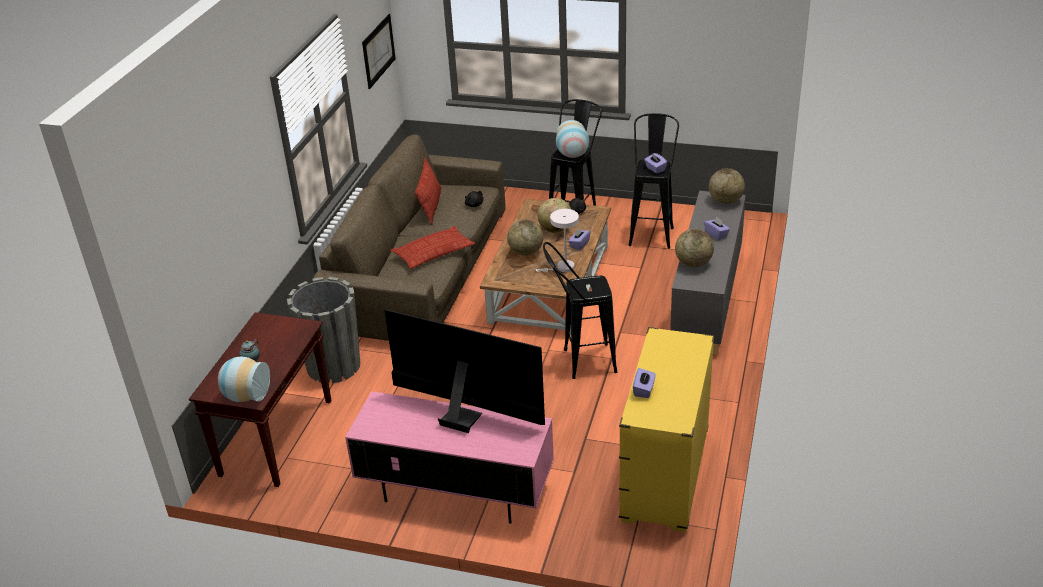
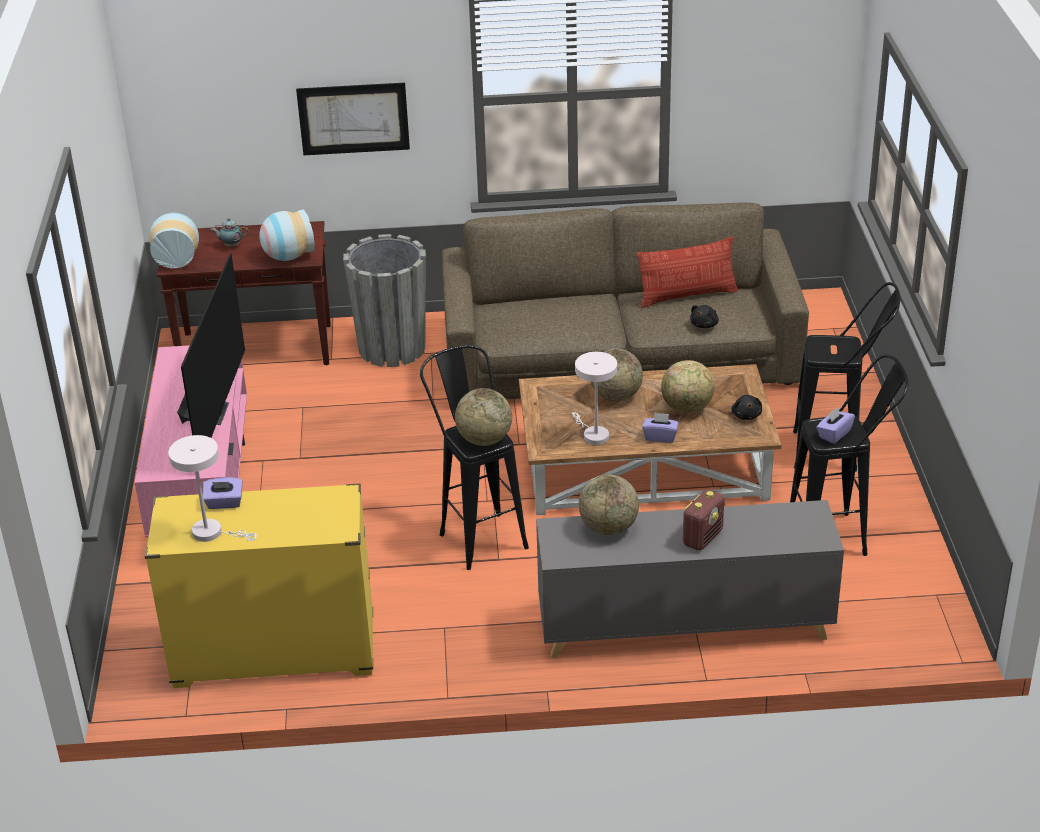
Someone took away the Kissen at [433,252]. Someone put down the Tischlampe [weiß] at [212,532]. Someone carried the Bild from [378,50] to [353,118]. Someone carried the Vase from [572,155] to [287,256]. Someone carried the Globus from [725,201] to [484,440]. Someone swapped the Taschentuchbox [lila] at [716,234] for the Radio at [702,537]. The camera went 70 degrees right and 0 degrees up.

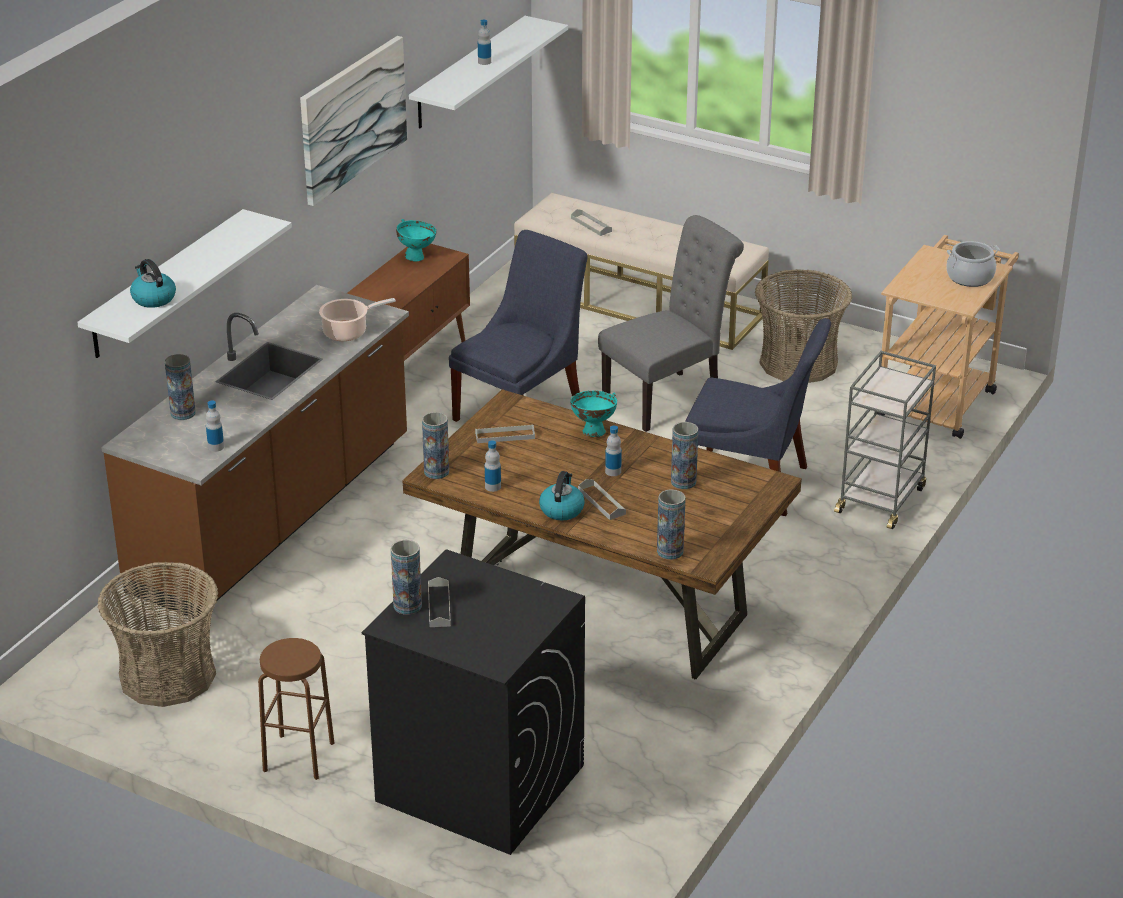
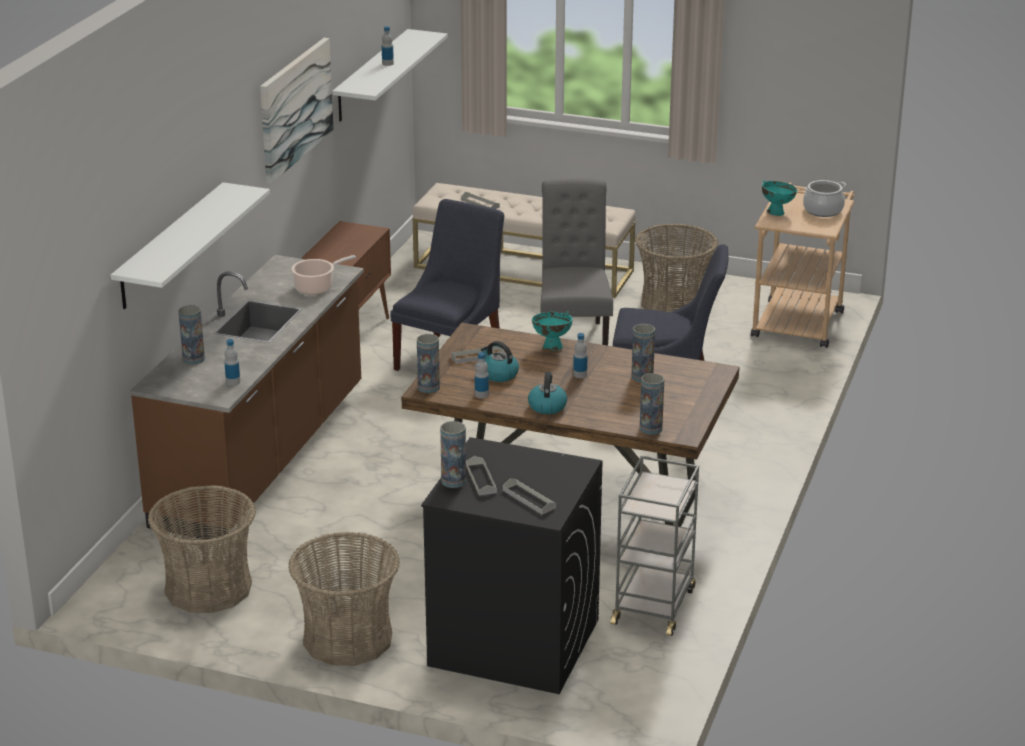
Someone carried the Wasserkessel from [153,298] to [499,374]. Someone carried the Schüssel [türkis] from [416,257] to [777,212]. Someone carried the Tablett [grau] from [601,502] to [529,499]. Someone carried the Rollwagen [grau] from [880,499] to [653,606]. Someone swapped the Hocker [braun] at [298,757] for the Korb at [347,639]. Someone rotated the Stuhl [grau] at [668,398] by 45 degrees counterclockwise. The camera went 10 degrees left and 5 degrees down.

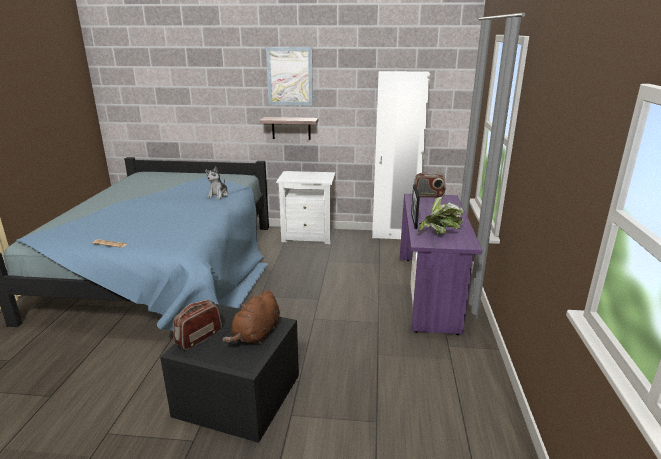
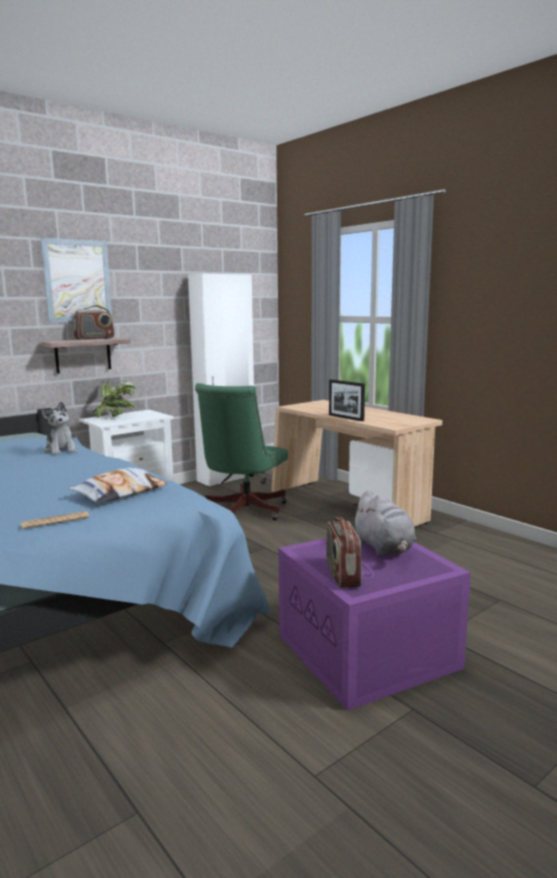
Someone put down the Kissen at [120,493]. Someone put down the Bürostuhl [grün] at [243,511]. Someone carried the Radio from [428,196] to [94,339]. Someone carried the Topfpflanze from [439,234] to [115,418]. Someone repainted the Aufbewahrungsbox [schwarz] at [238,396], which became the Aufbewahrungsbox [lila] at [370,652]. Someone repainted the Plüschtier [braun] at [256,335], which became the Plüschtier [grau] at [384,548]. Someone repainted the Schreibtisch [lila] at [429,292], which became the Schreibtisch [beige] at [348,506]. The camera went 45 degrees left and 10 degrees down.

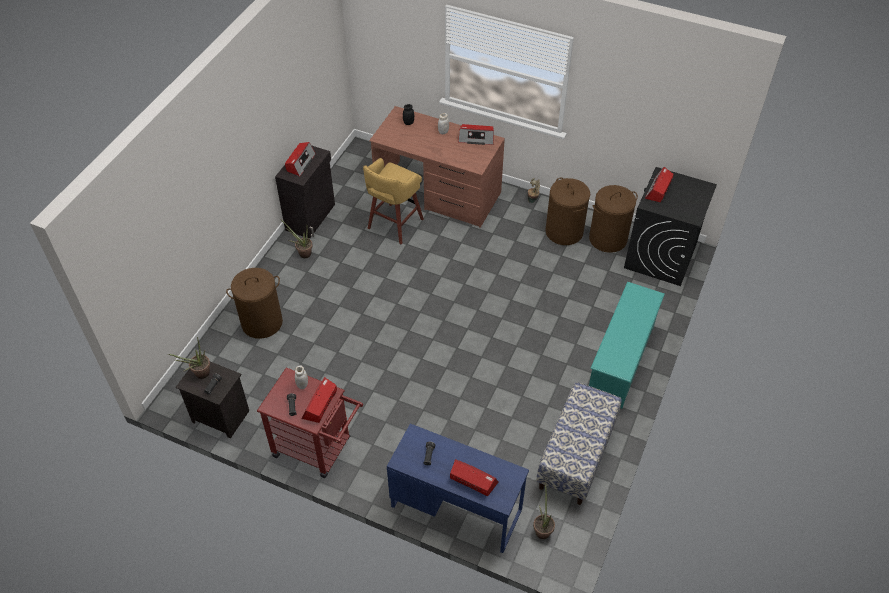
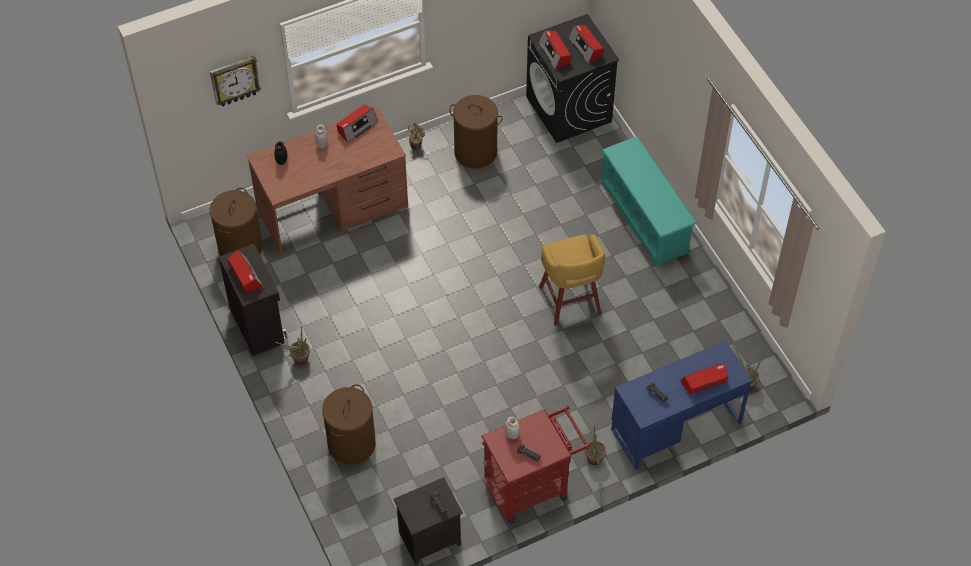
Someone took away the Bank at [576,456]. Someone put up the Wanduhr at [235,80]. Someone carried the Topfpflanze from [199,374] to [594,462]. Someone carried the Radio from [320,404] to [586,47]. Someone carried the Hocker [gelb] from [394,225] to [570,302]. Someone carried the Wäschekorb [braun] from [608,238] to [240,247]. The camera went 50 degrees left and 5 degrees up.

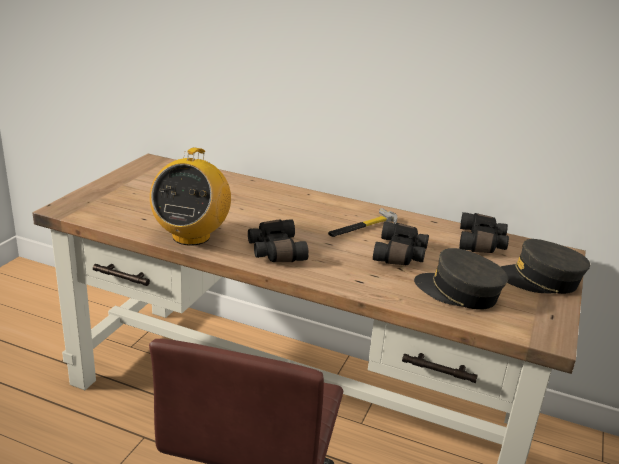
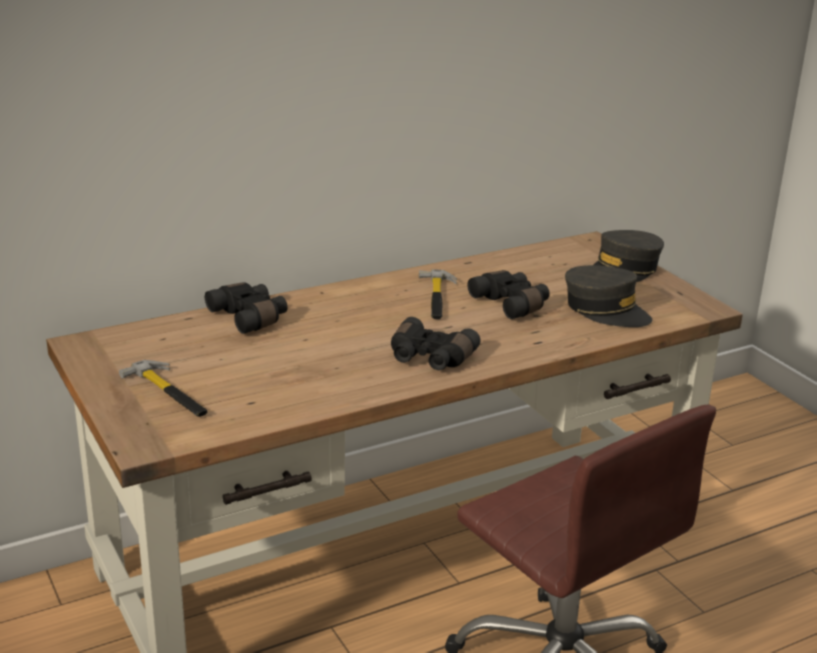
Someone took away the Radio at [191,236]. Someone put down the Hammer at [170,393]. Someone carried the Fernglas [schwarz] from [482,243] to [250,317]. Someone rotated the Kappe [grau] at [458,292] by 120 degrees counterclockwise. The camera went 50 degrees left and 0 degrees up.

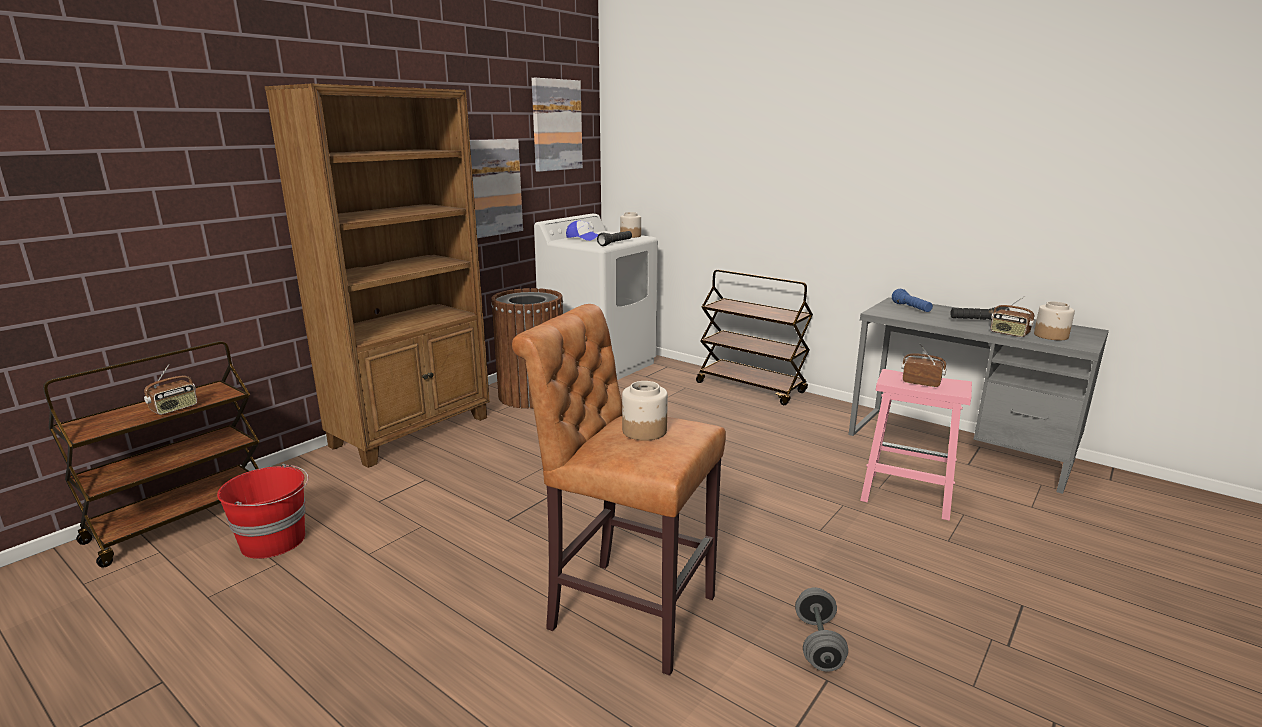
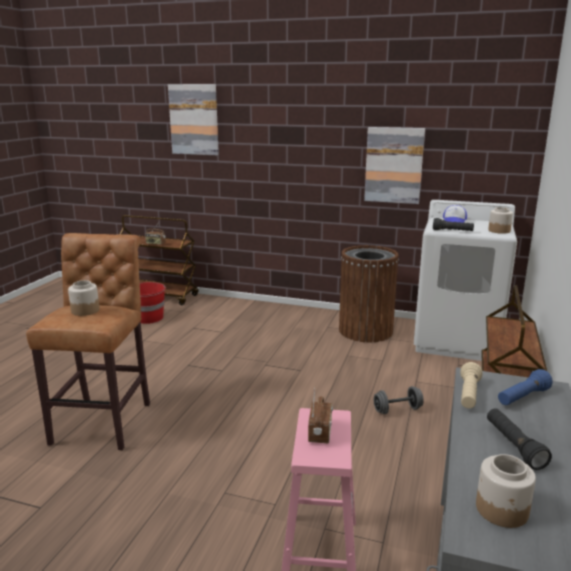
Someone took away the Bücherregal [braun] at [413,431]. Someone took away the Radio at [1009,333]. Someone put down the Taschenlampe [beige] at [468,395]. Someone carried the Bild from [556,125] to [194,119]. Someone carried the Hantel [grau] from [818,644] to [397,410]. The camera went 70 degrees right and 0 degrees up.

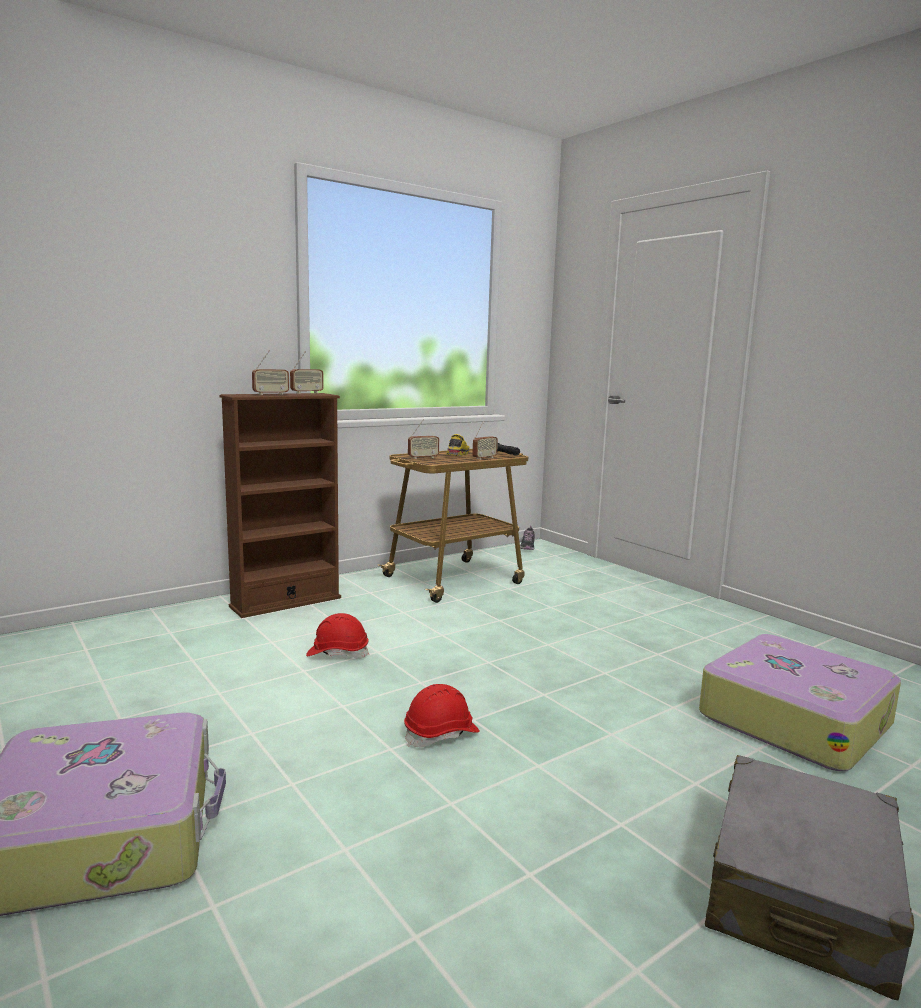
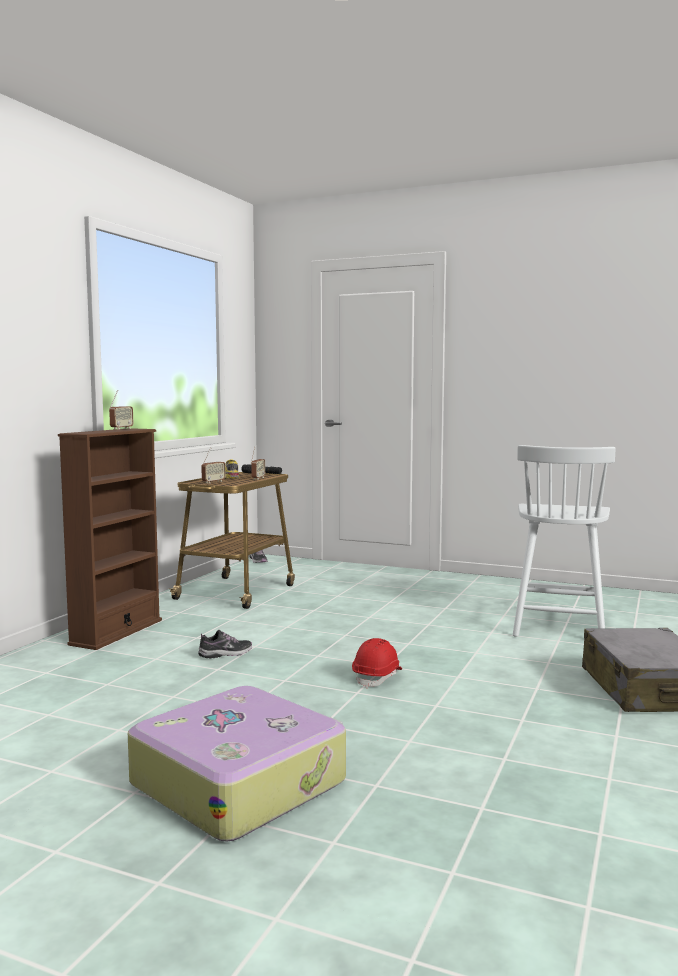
Someone took away the Radio at [271,394]. Someone swapped the Schutzhelm [rot] at [337,653] for the Schuh at [225,654]. Someone swapped the Koffer at [794,719] for the Stuhl [weiß] at [558,623]. The camera went 30 degrees left and 5 degrees down.

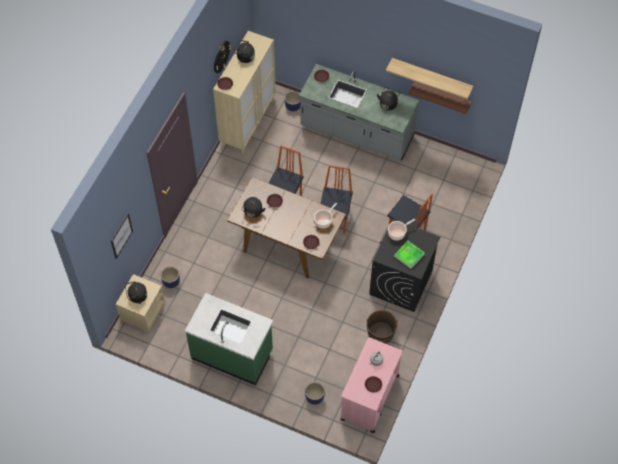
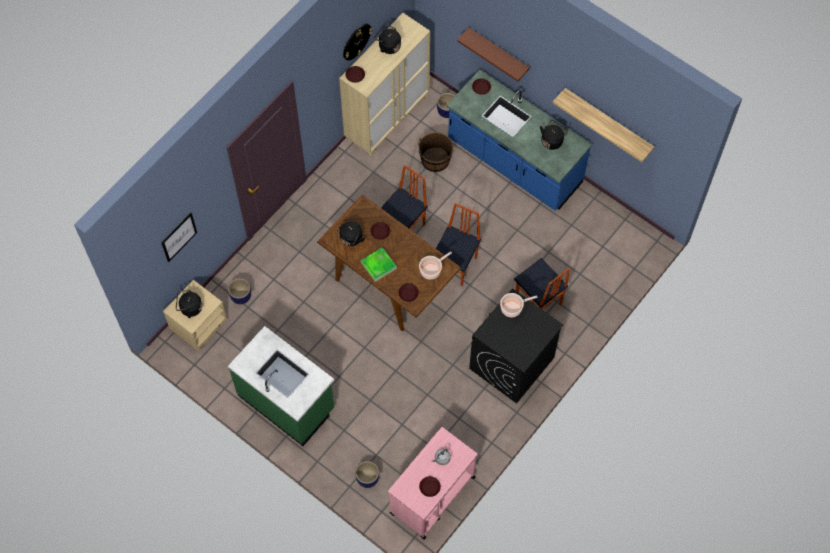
Someone carried the Eimer [braun] from [380,333] to [435,160]. Someone carried the Tablett from [409,255] to [378,265]. Someone carried the Wandregal [braun] from [442,96] to [498,53]. Someone repainted the Küchenzeile [grau] at [356,133], which became the Küchenzeile [blau] at [514,162]. The camera went 15 degrees right and 5 degrees up.

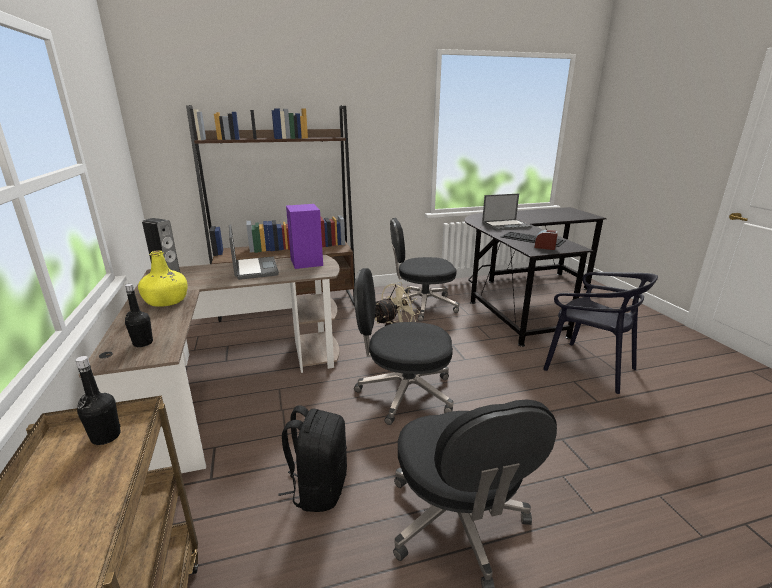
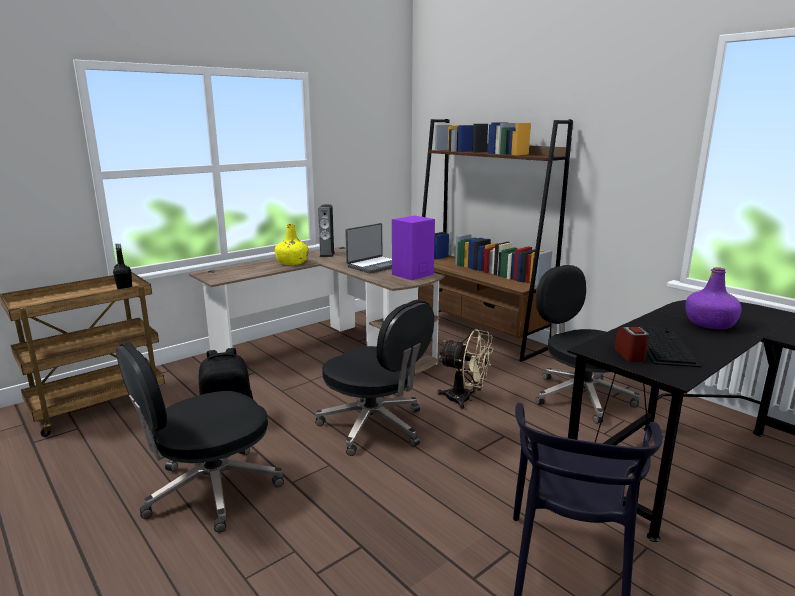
Someone took away the Flasche [schwarz] at [143,343]. Someone swapped the Laptop at [506,225] for the Flasche [lila] at [710,324]. Someone rotated the Bürostuhl [schwarz] at [403,393] by 150 degrees clockwise. The camera went 65 degrees right and 5 degrees down.

